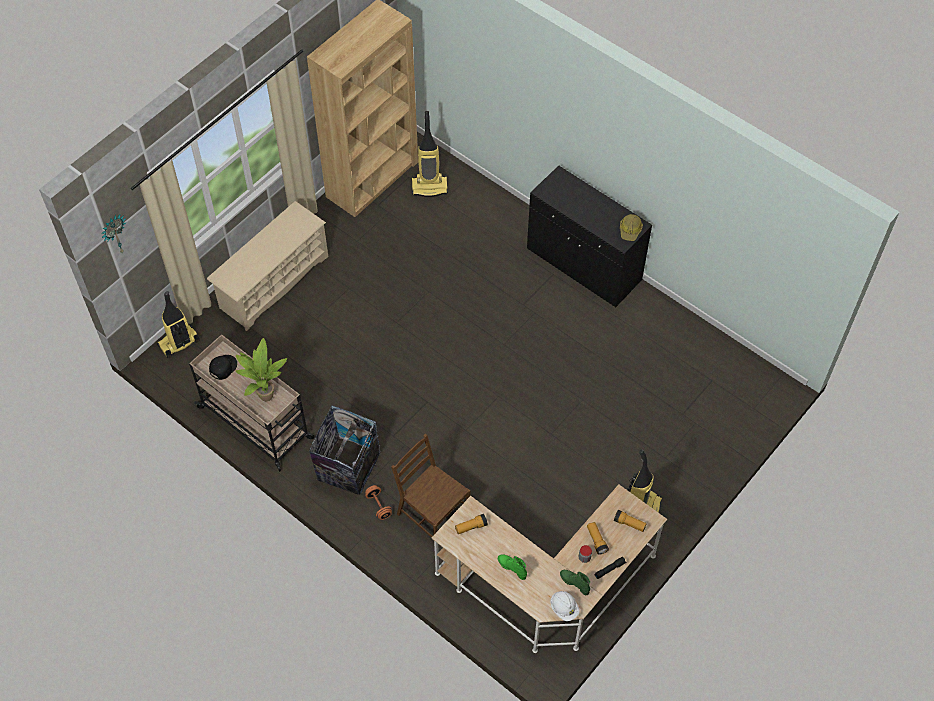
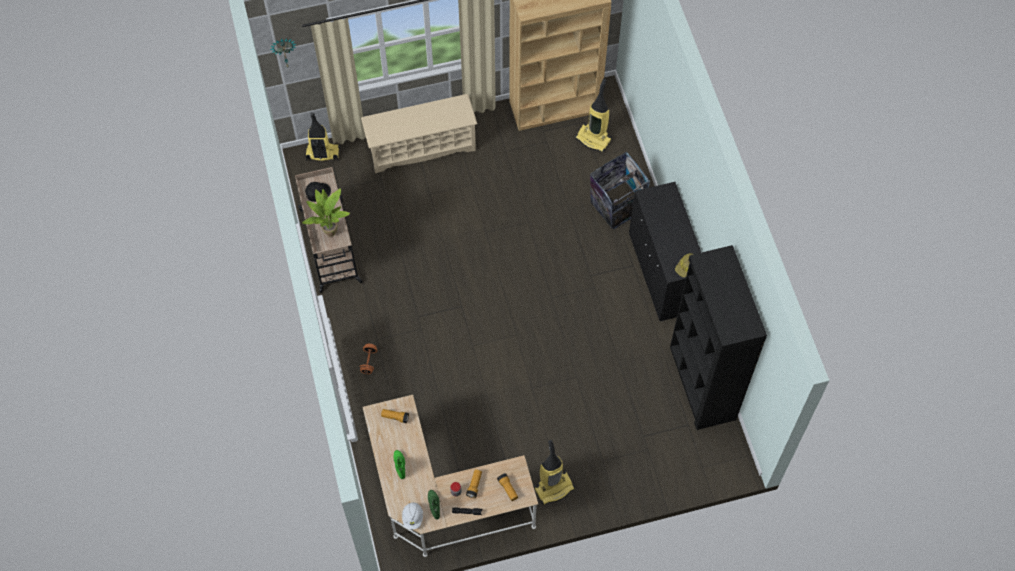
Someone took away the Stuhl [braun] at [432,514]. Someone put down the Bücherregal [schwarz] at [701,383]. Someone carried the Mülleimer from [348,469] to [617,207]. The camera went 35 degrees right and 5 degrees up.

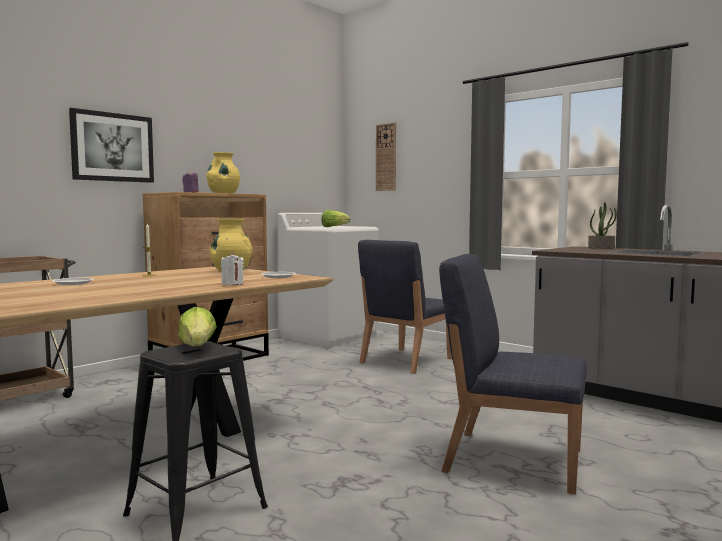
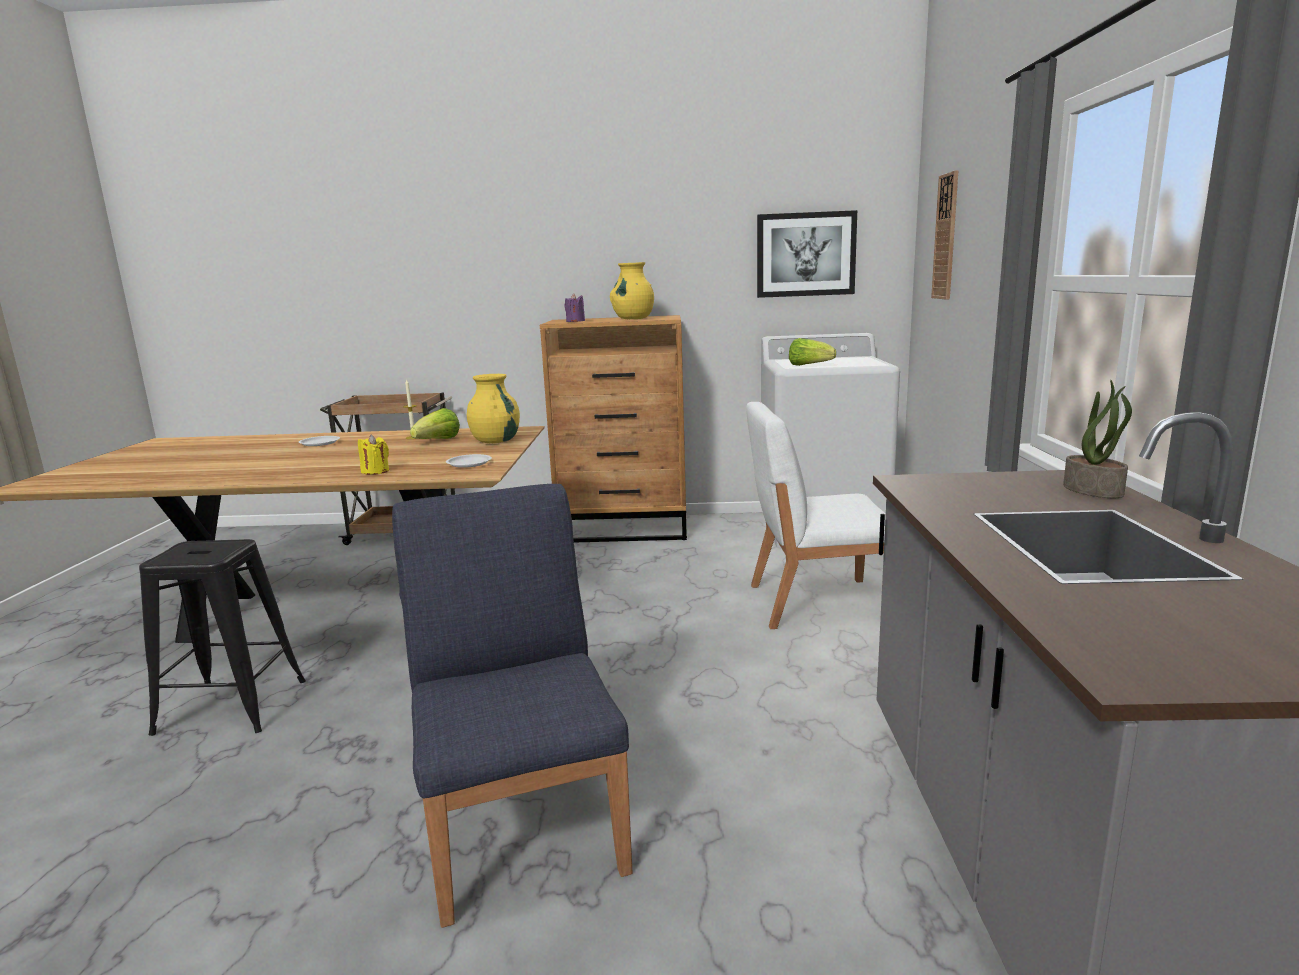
Someone carried the Bild from [112,147] to [805,254]. Someone carried the Salatkopf from [197,348] to [438,441]. Someone repainted the Kerze [weiß] at [232,284], which became the Kerze [gelb] at [375,471]. Someone repainted the Stuhl [blau] at [405,361], which became the Stuhl [weiß] at [816,602]. The camera went 50 degrees right and 10 degrees up.

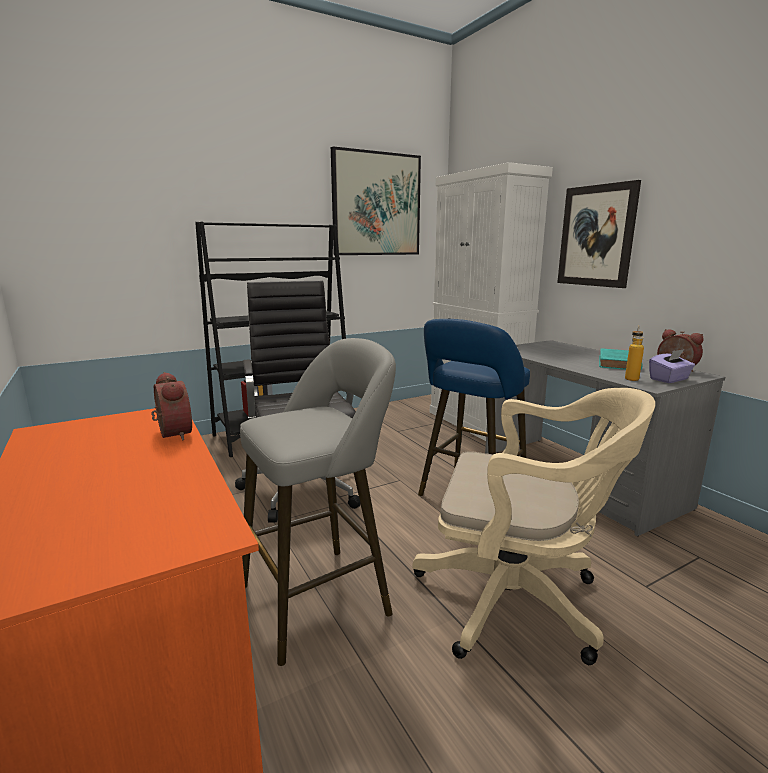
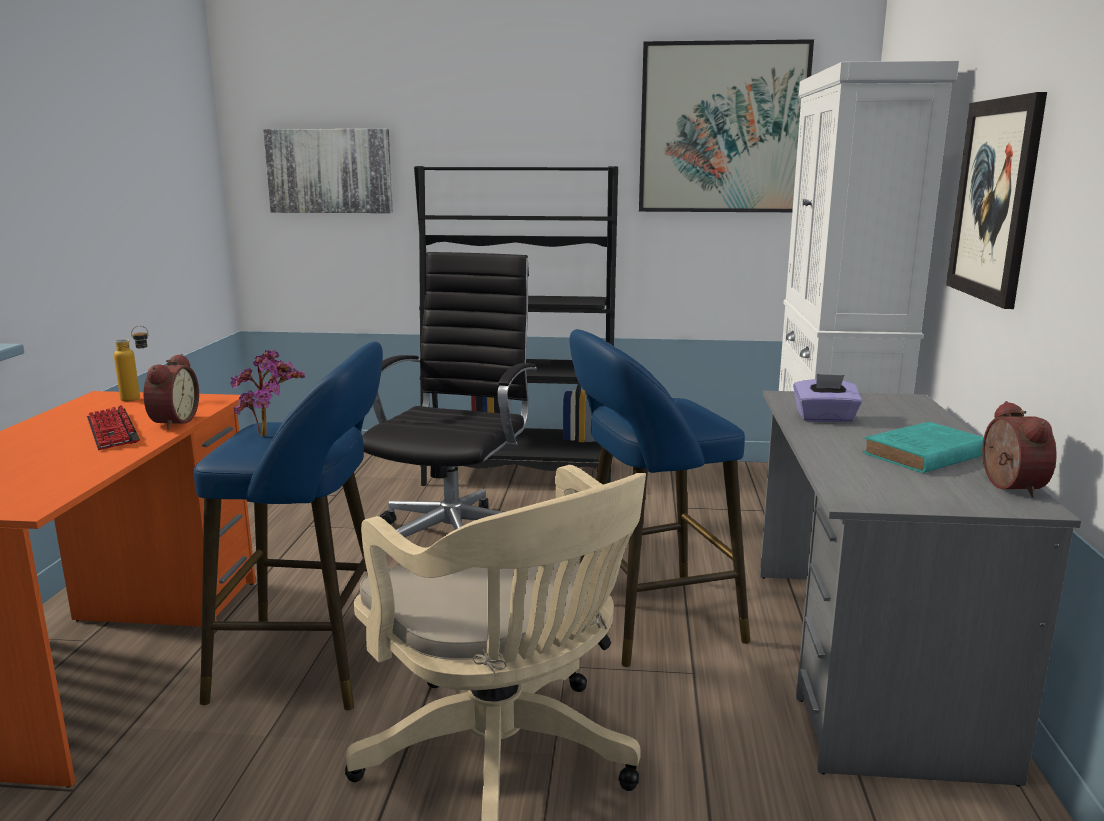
Someone put down the Tastatur at [112,430]. Someone put down the Topfpflanze at [270,436]. Someone put up the Bild at [330,171]. Someone carried the Flasche from [631,378] to [138,398]. Someone carried the Taschentuchbox [lila] from [669,379] to [825,418]. Someone repainted the Hocker [grau] at [322,596], which became the Hocker [blau] at [314,663]. The camera went 35 degrees right and 0 degrees up.

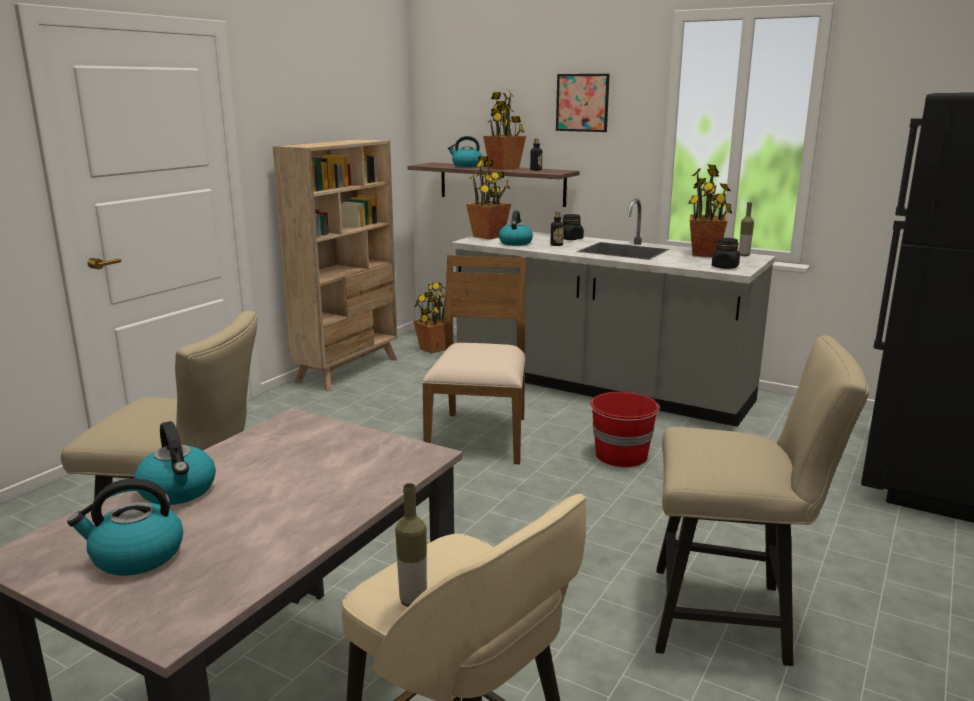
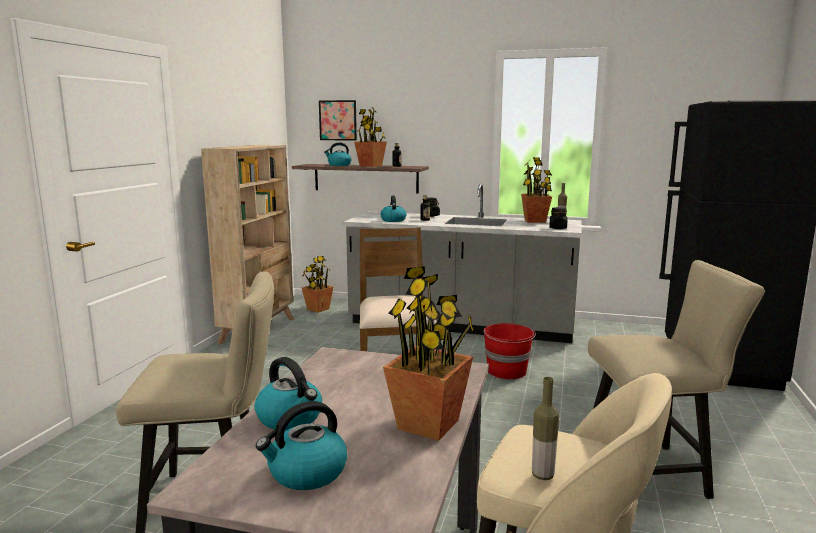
Someone carried the Topfpflanze from [488,236] to [428,424]. Someone carried the Bild from [582,102] to [338,120]. The camera went 15 degrees left and 5 degrees down.

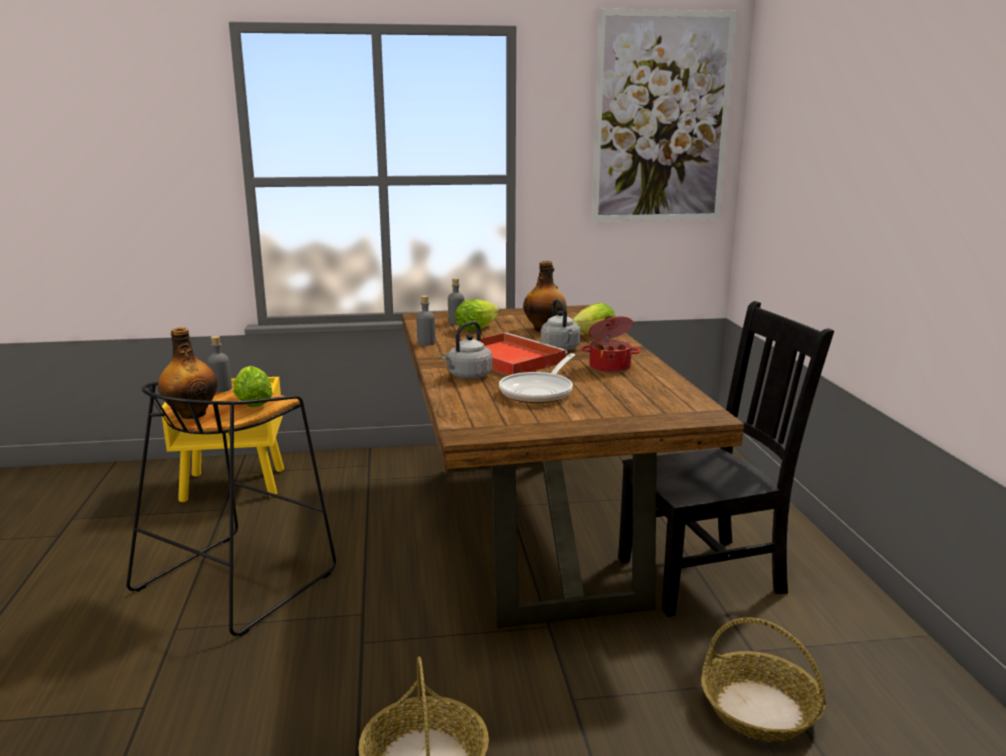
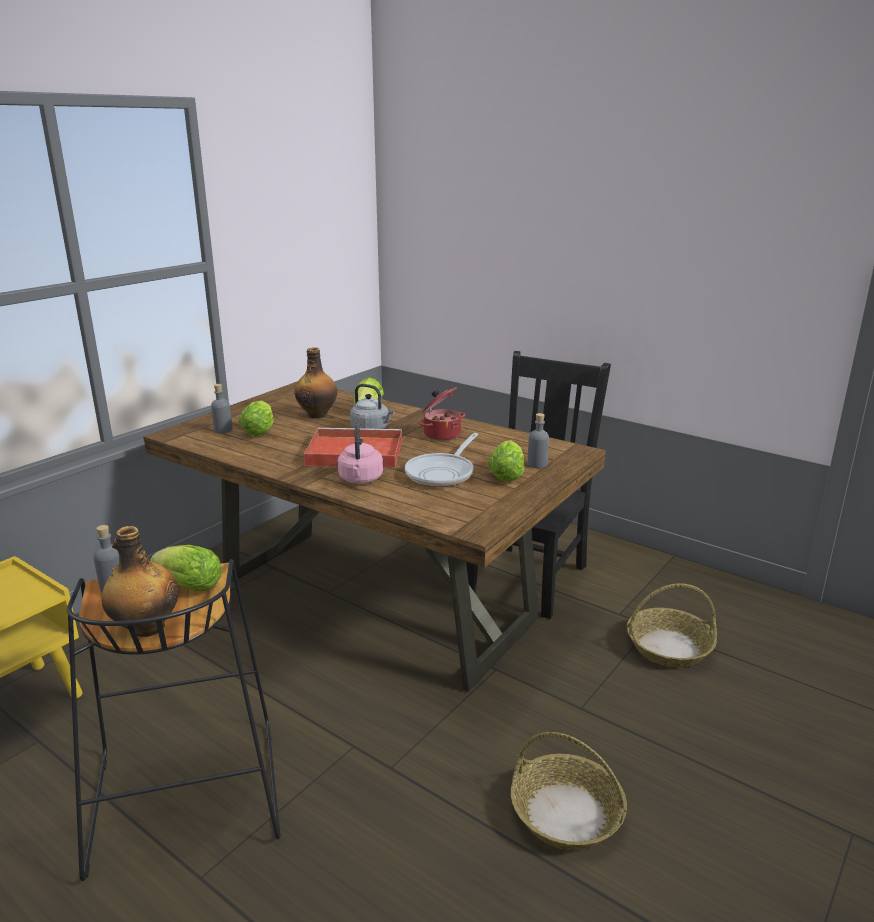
Someone took away the Bild at [661,119]. Someone put down the Salatkopf at [507,475]. Someone carried the Flasche [grau] from [426,343] to [537,464]. Someone repainted the Wasserkessel [grau] at [468,376], which became the Wasserkessel [rosa] at [360,480]. Someone rotated the Pfanne at [539,391] by 45 degrees clockwise. The camera went 45 degrees left and 5 degrees up.

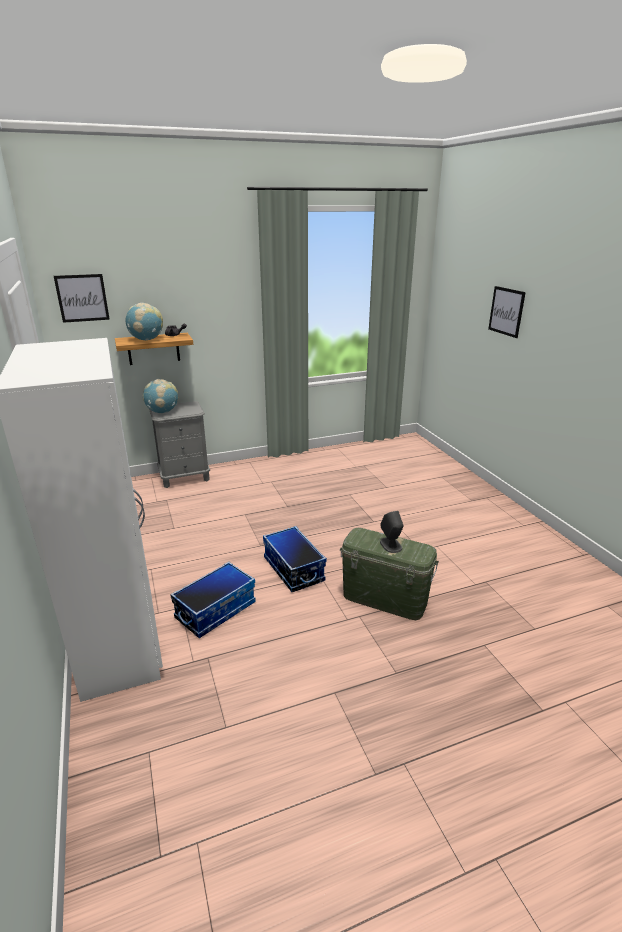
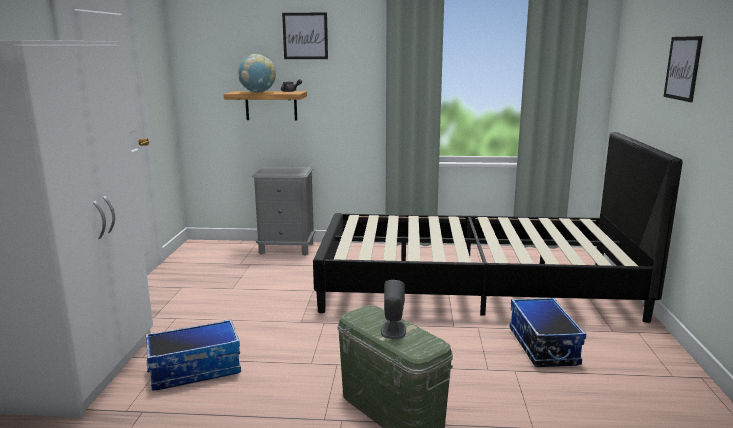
Someone took away the Globus at [162,412]. Someone put down the Bett [schwarz] at [474,286]. Someone carried the Bild from [82,298] to [305,36]. Someone carried the Aufbewahrungsbox from [293,569] to [542,346]. The camera went 25 degrees right and 10 degrees down.

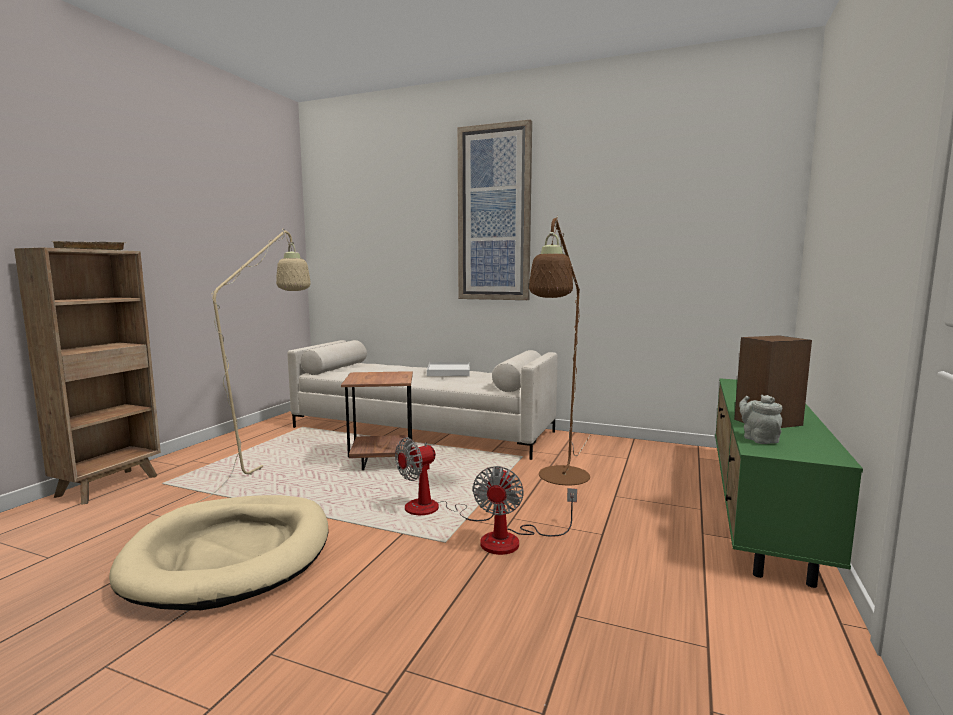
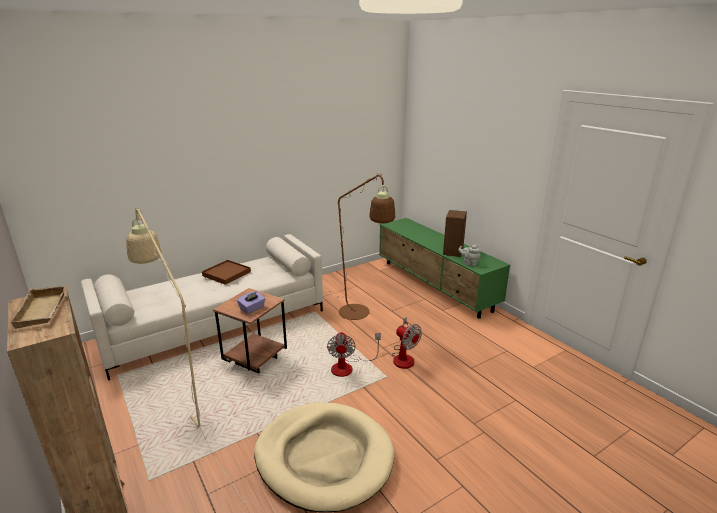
Someone took away the Bild at [494,214]. Someone put down the Taschentuchbox [lila] at [252,308]. Someone repainted the Tablett [weiß] at [448,372], which became the Tablett [braun] at [226,274]. The camera went 55 degrees left and 15 degrees up.

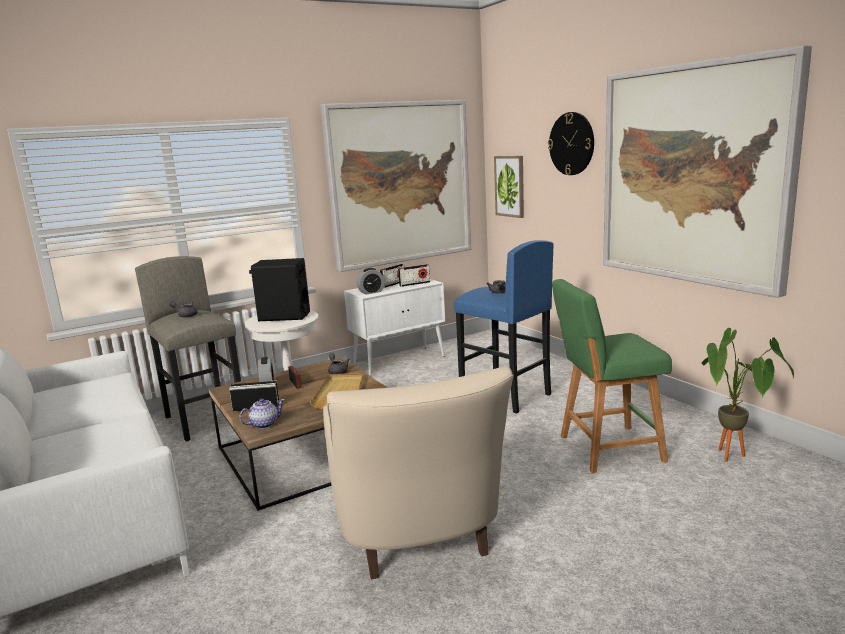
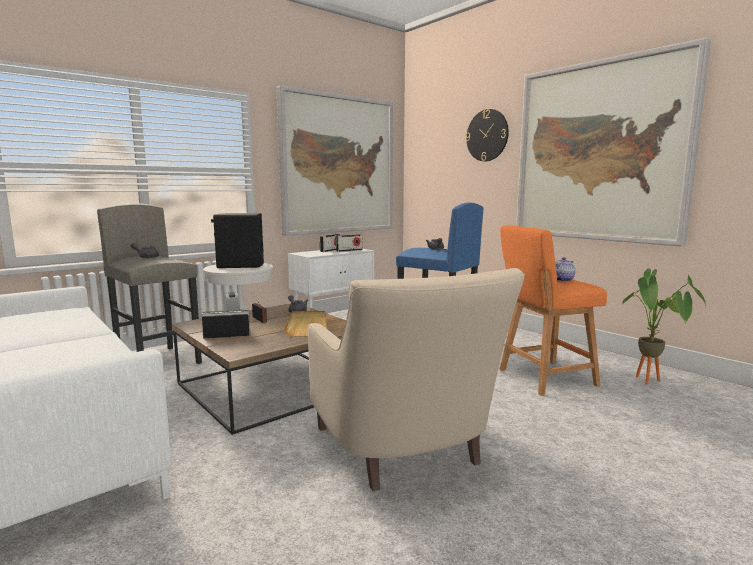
Someone took away the Wecker at [371,292]. Someone took away the Bild at [510,186]. Someone carried the Teekanne from [264,424] to [561,280]. Someone repainted the Hocker [grün] at [606,449], which became the Hocker [orange] at [543,378]. The camera went 10 degrees left and 5 degrees down.

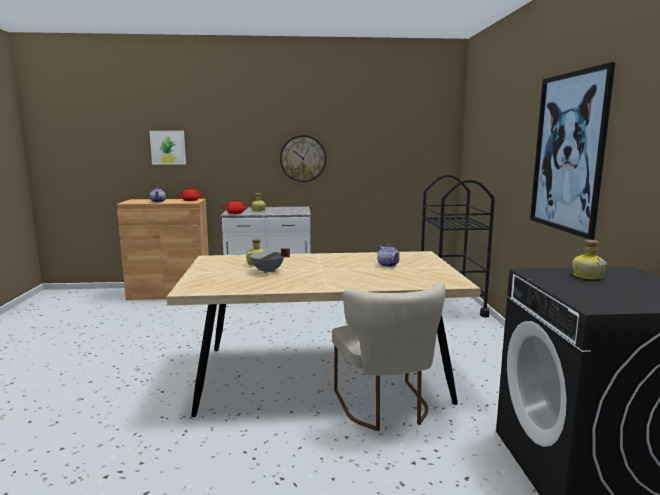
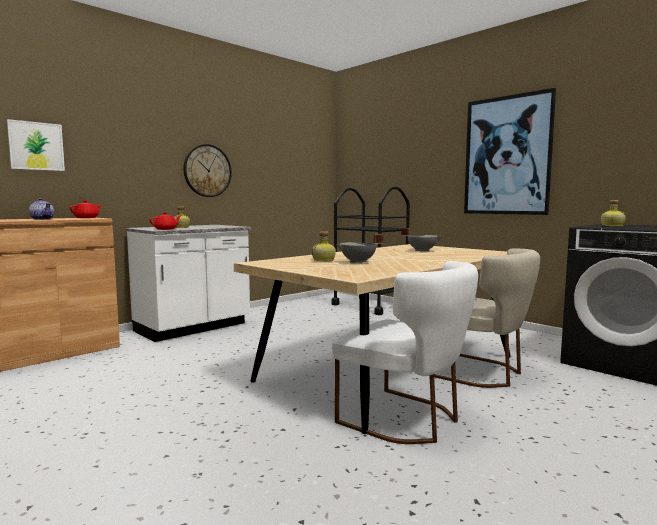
Someone put down the Stuhl [weiß] at [407,419]. Someone swapped the Teekanne at [388,265] for the Kochtopf [grau] at [422,251]. The camera went 40 degrees left and 5 degrees down.

